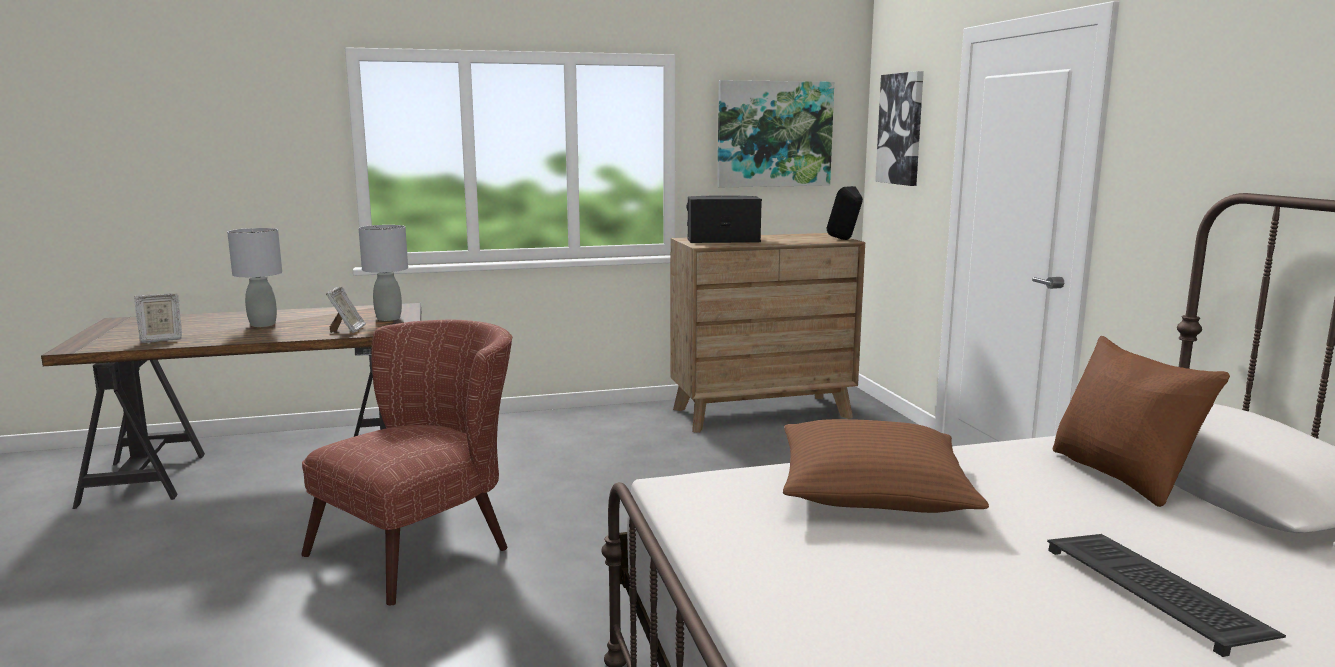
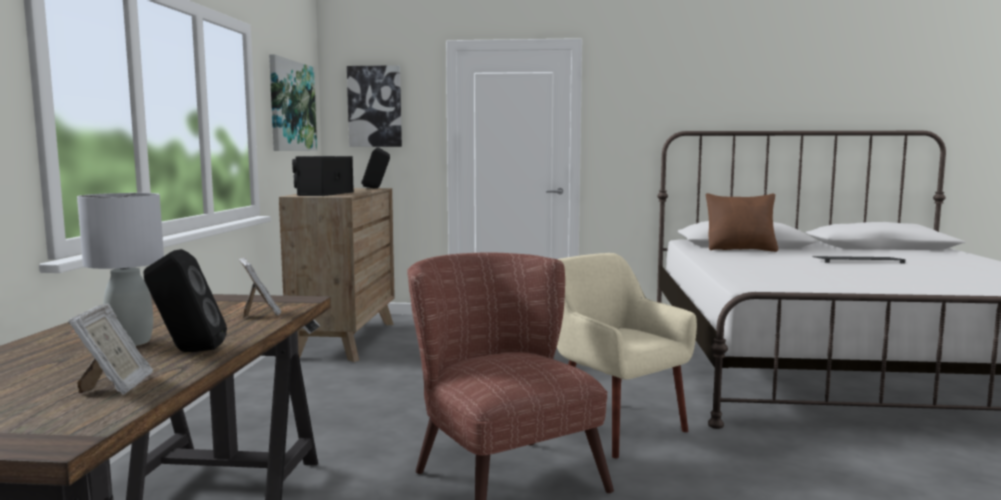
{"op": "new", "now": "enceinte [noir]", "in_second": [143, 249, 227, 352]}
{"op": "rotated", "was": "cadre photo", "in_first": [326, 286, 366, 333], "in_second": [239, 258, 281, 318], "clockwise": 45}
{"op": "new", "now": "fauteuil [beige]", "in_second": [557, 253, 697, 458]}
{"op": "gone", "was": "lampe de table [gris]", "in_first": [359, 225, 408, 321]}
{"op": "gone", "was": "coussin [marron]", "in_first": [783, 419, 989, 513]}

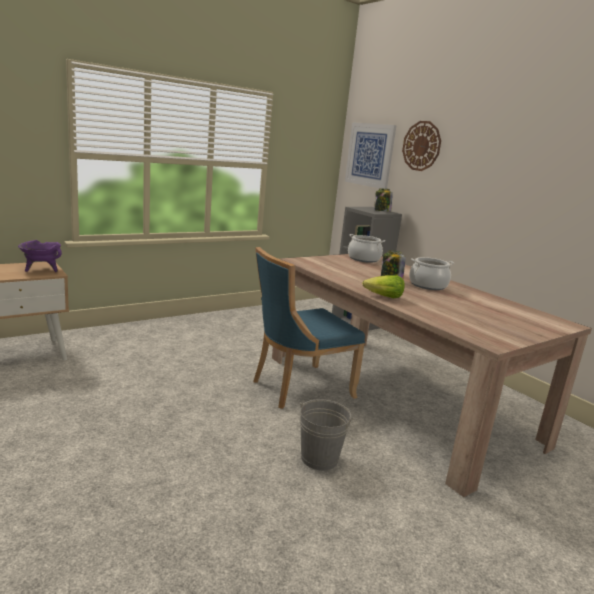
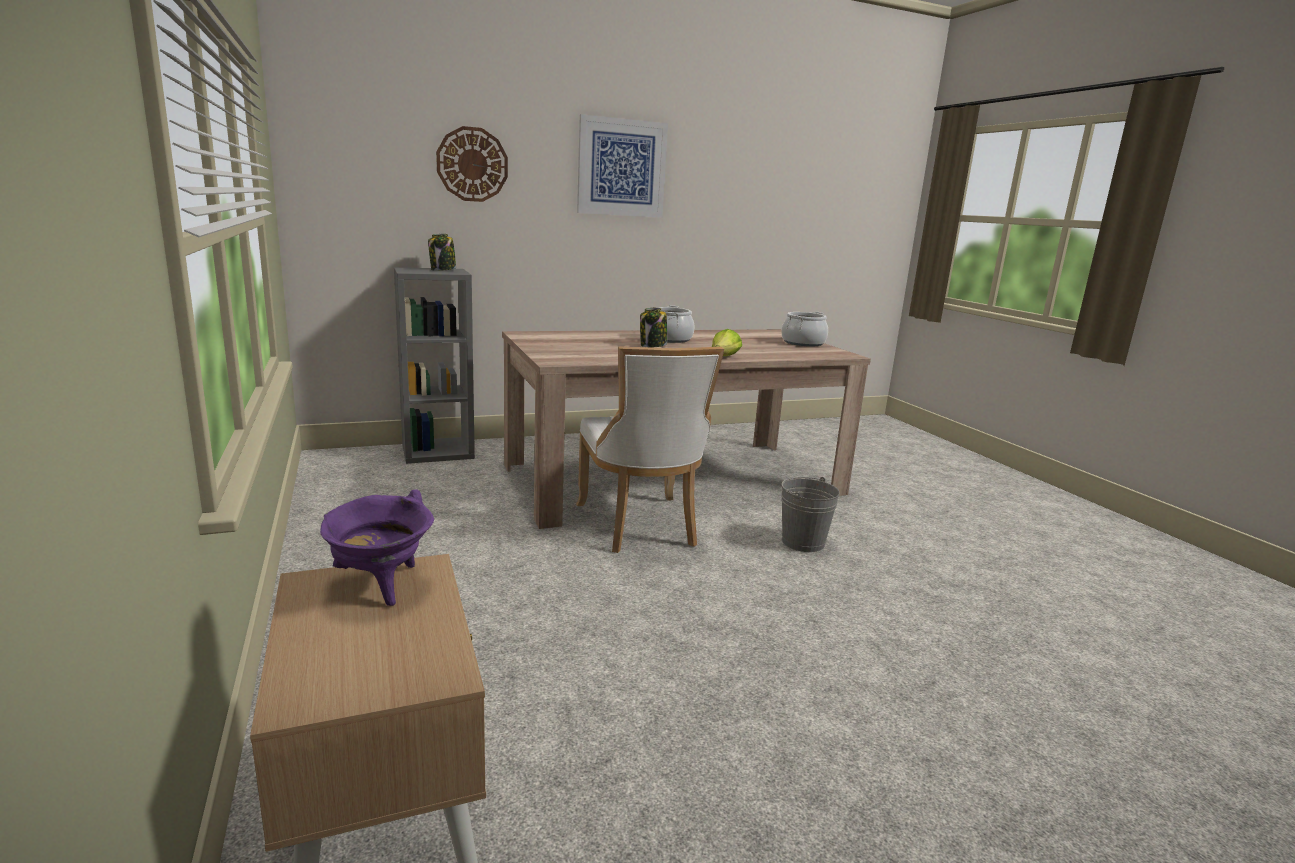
{"op": "repainted", "was": "chaise [bleu]", "now": "chaise [blanc]", "in_first": [253, 247, 365, 409], "in_second": [576, 347, 724, 553]}
{"op": "shifted", "was": "tableau", "in_first": [345, 122, 397, 189], "in_second": [577, 114, 668, 218]}
{"op": "shifted", "was": "marmite", "in_first": [348, 234, 385, 263], "in_second": [781, 312, 828, 347]}

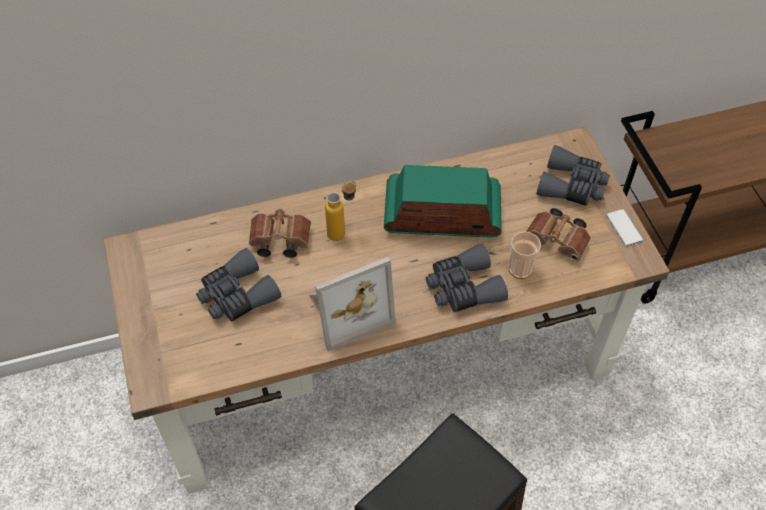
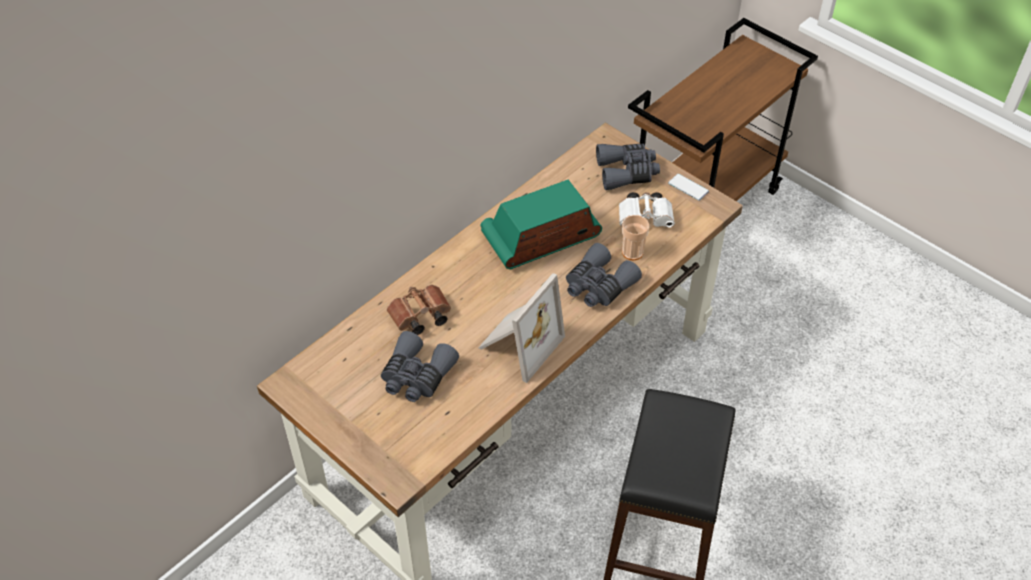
{"op": "repainted", "was": "jumelles [marron]", "now": "jumelles [blanc]", "in_first": [526, 208, 591, 261], "in_second": [619, 192, 675, 228]}
{"op": "gone", "was": "bouteille", "in_first": [325, 181, 356, 241]}

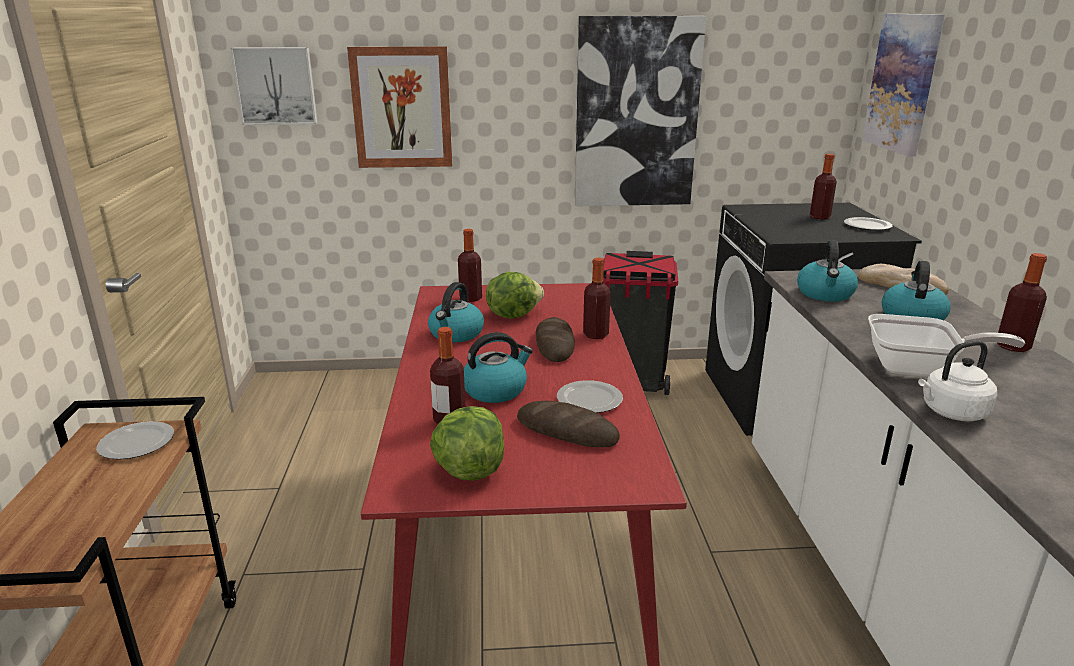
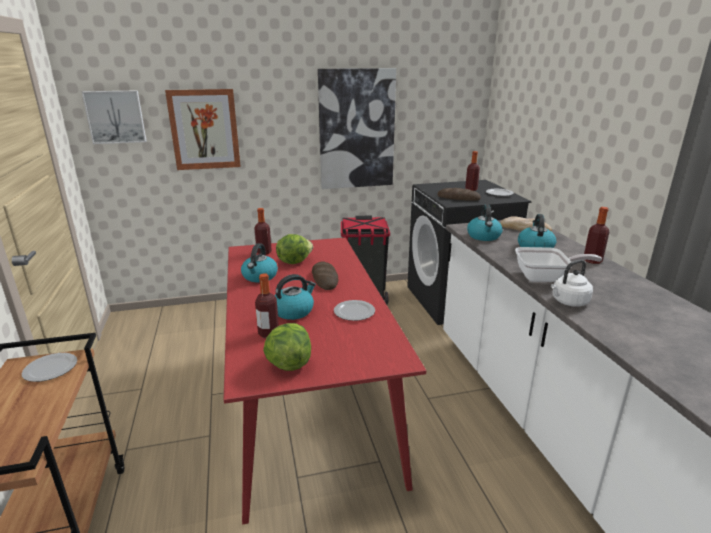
{"op": "shifted", "was": "pain", "in_first": [517, 401, 620, 447], "in_second": [437, 188, 481, 201]}
{"op": "gone", "was": "bouteille", "in_first": [583, 258, 611, 339]}
{"op": "gone", "was": "tableau", "in_first": [862, 14, 945, 157]}

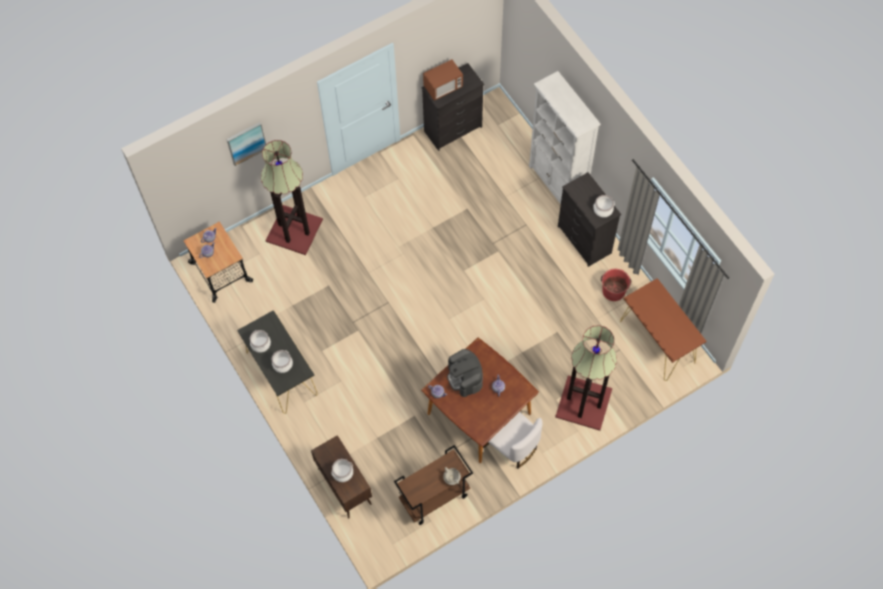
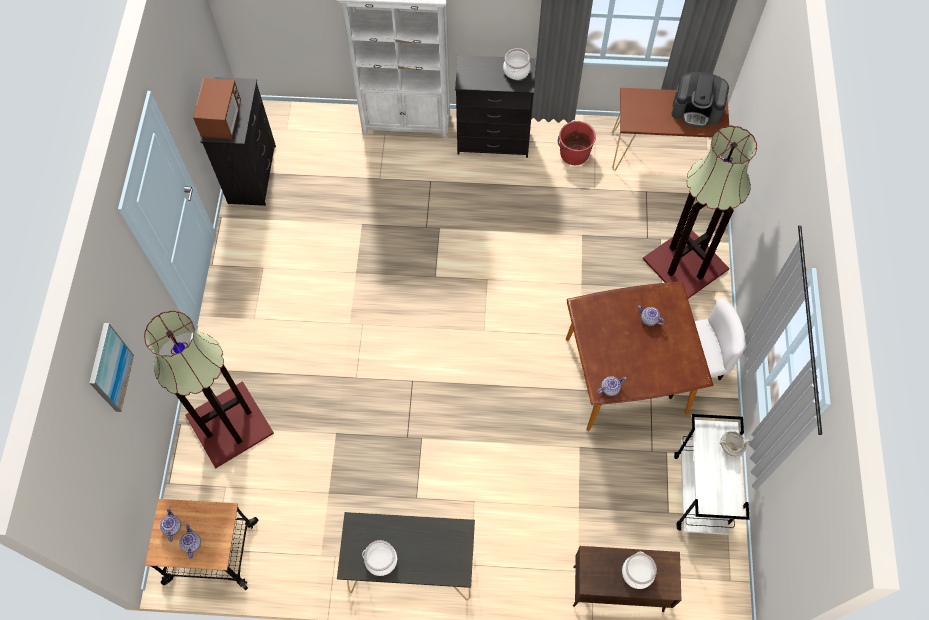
{"op": "shifted", "was": "machine à café", "in_first": [447, 349, 483, 397], "in_second": [671, 72, 729, 128]}
{"op": "repainted", "was": "chariot [marron]", "now": "chariot [blanc]", "in_first": [394, 445, 473, 525], "in_second": [674, 414, 750, 535]}
{"op": "gone", "was": "marmite", "in_first": [272, 350, 293, 373]}

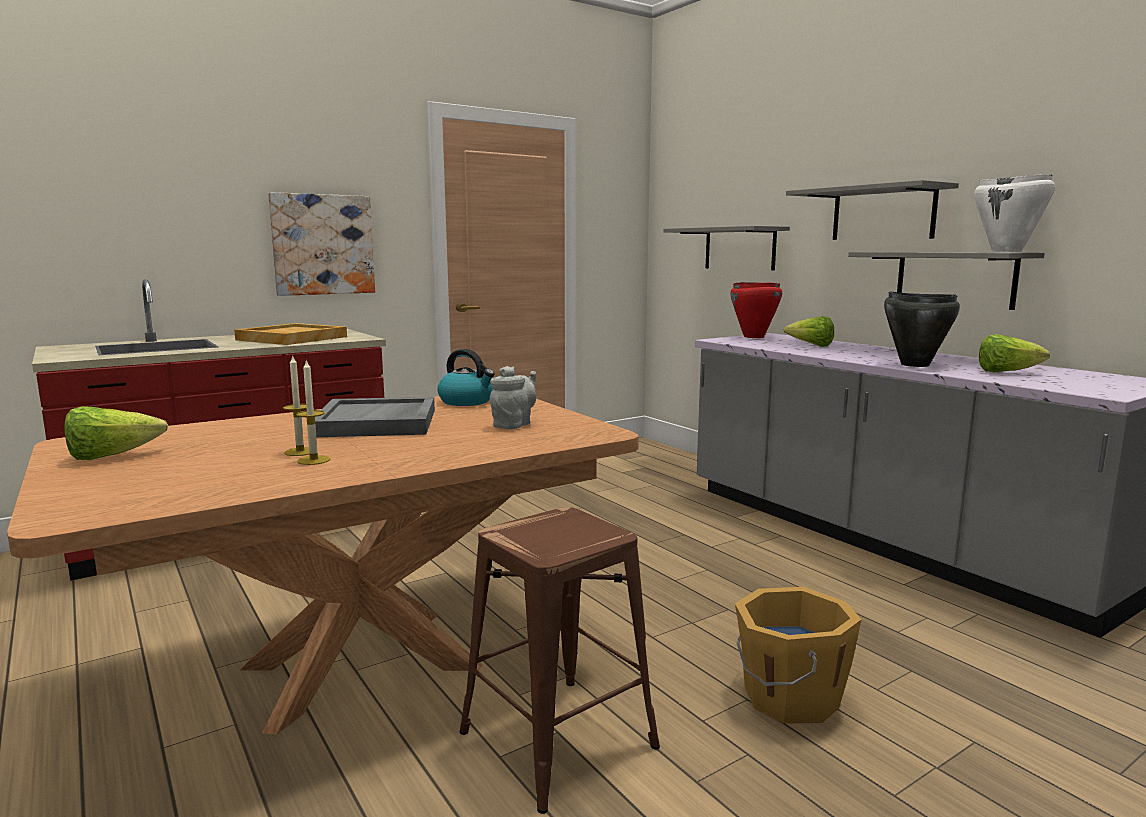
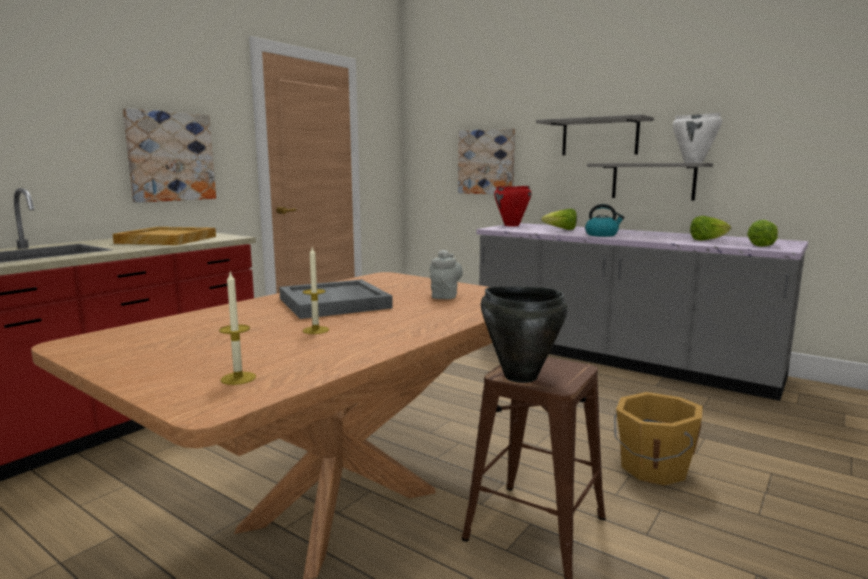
{"op": "shifted", "was": "bougie", "in_first": [296, 359, 330, 465], "in_second": [219, 270, 256, 385]}
{"op": "swapped", "was": "étagère [gris]", "now": "tableau", "in_first": [663, 226, 790, 270], "in_second": [458, 128, 515, 194]}
{"op": "shifted", "was": "marmite [noir]", "in_first": [884, 291, 960, 367], "in_second": [481, 286, 568, 383]}
{"op": "shifted", "was": "bouilloire", "in_first": [437, 349, 495, 406], "in_second": [585, 204, 625, 237]}
{"op": "shifted", "was": "laitue", "in_first": [65, 406, 168, 460], "in_second": [747, 220, 778, 247]}

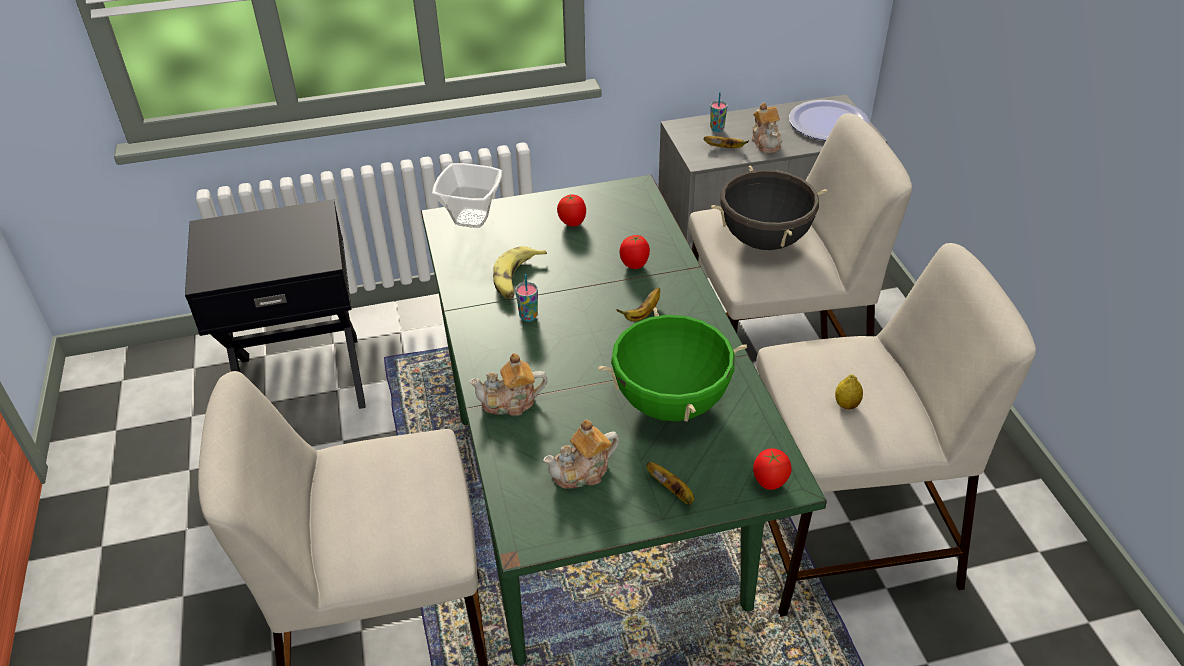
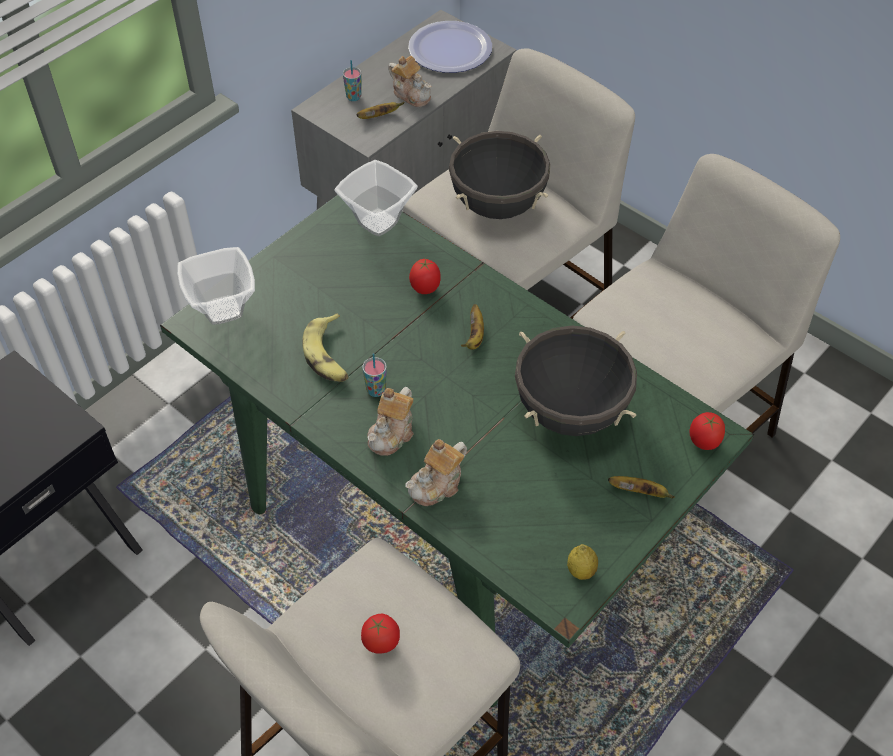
{"op": "new", "now": "bol", "in_second": [334, 160, 418, 236]}
{"op": "shifted", "was": "tomate", "in_first": [557, 195, 586, 227], "in_second": [361, 614, 400, 654]}
{"op": "shifted", "was": "théière", "in_first": [543, 420, 619, 489], "in_second": [367, 387, 414, 456]}
{"op": "repainted", "was": "marmite [vert]", "now": "marmite [noir]", "in_first": [598, 307, 747, 422], "in_second": [515, 326, 637, 436]}
{"op": "shifted", "was": "citron", "in_first": [835, 375, 863, 410], "in_second": [567, 544, 598, 580]}

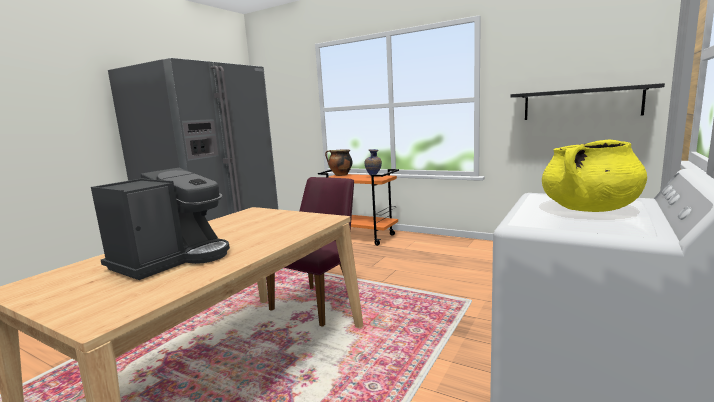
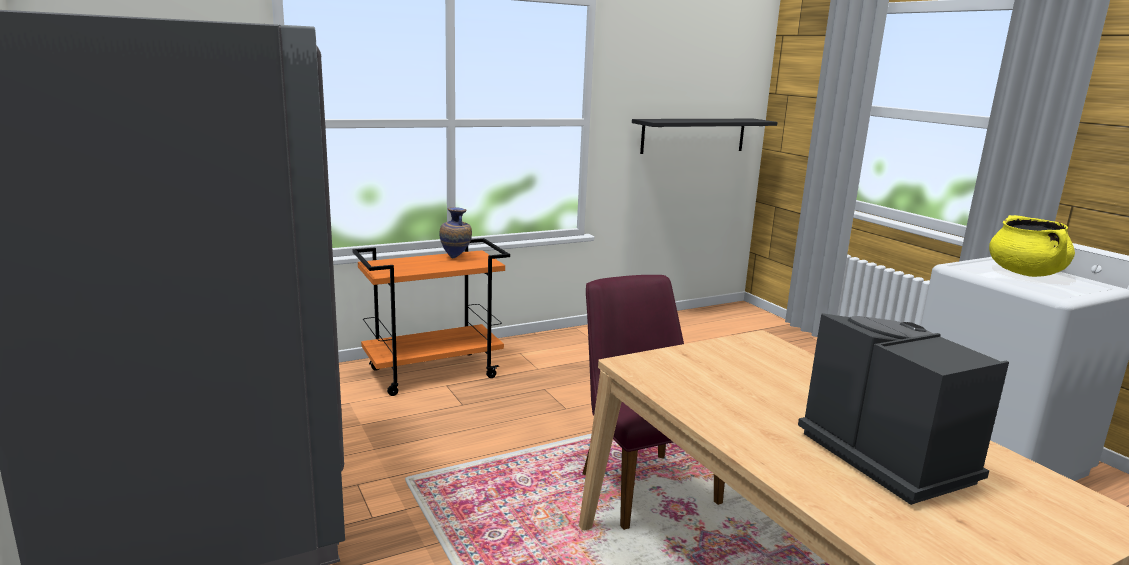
{"op": "gone", "was": "marmite", "in_first": [325, 149, 352, 176]}

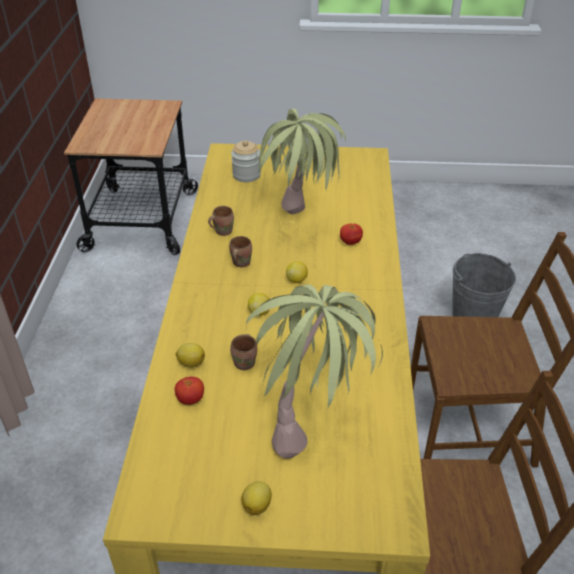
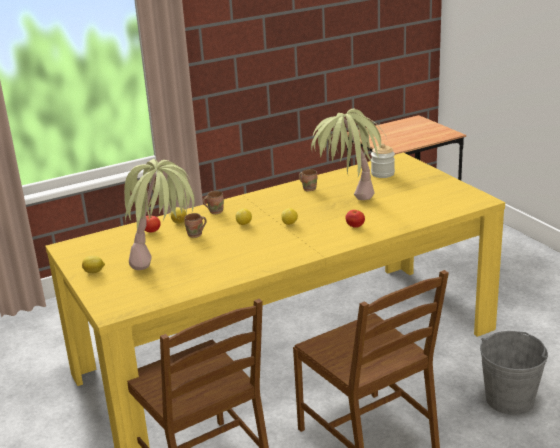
{"op": "shifted", "was": "mug [marron]", "in_first": [229, 236, 252, 267], "in_second": [203, 191, 224, 214]}

